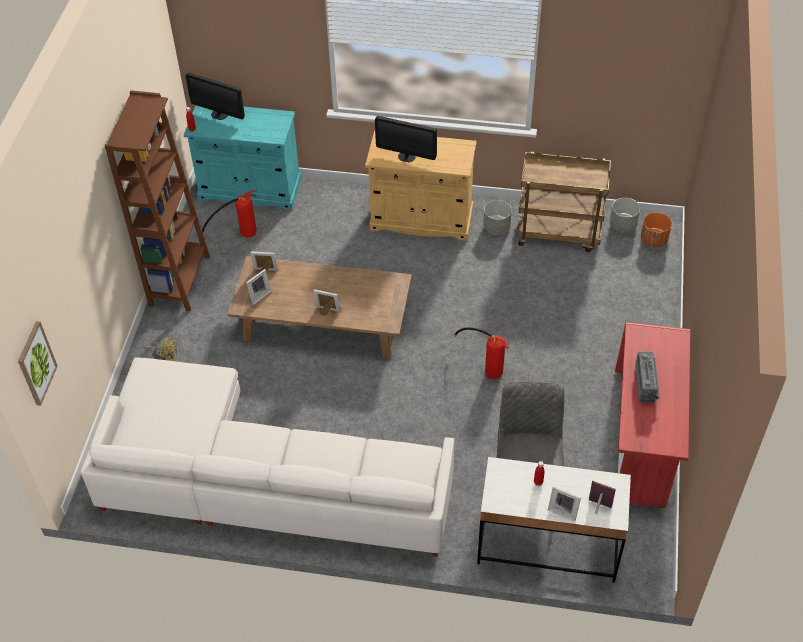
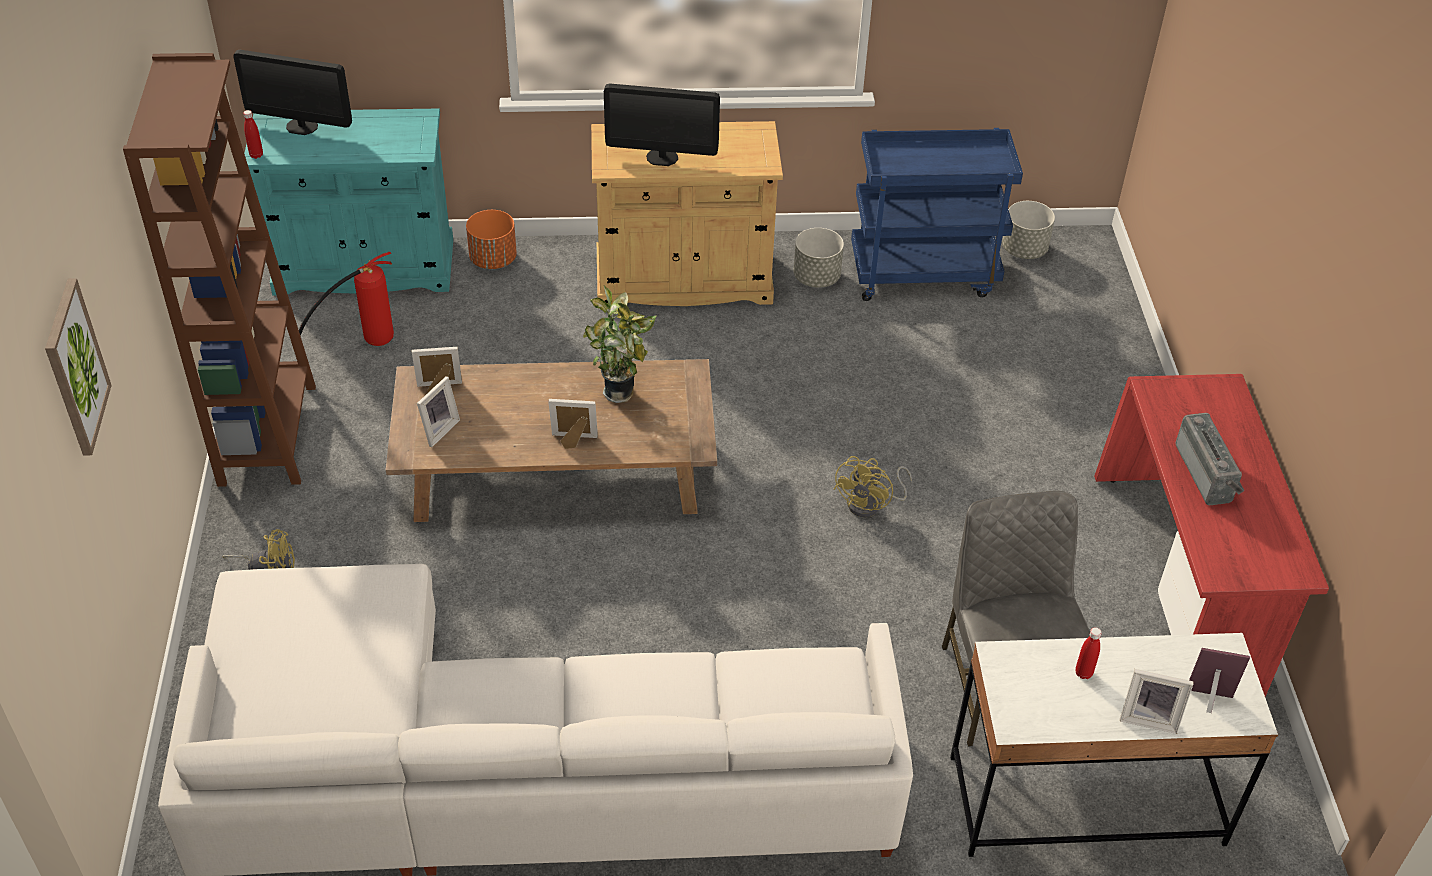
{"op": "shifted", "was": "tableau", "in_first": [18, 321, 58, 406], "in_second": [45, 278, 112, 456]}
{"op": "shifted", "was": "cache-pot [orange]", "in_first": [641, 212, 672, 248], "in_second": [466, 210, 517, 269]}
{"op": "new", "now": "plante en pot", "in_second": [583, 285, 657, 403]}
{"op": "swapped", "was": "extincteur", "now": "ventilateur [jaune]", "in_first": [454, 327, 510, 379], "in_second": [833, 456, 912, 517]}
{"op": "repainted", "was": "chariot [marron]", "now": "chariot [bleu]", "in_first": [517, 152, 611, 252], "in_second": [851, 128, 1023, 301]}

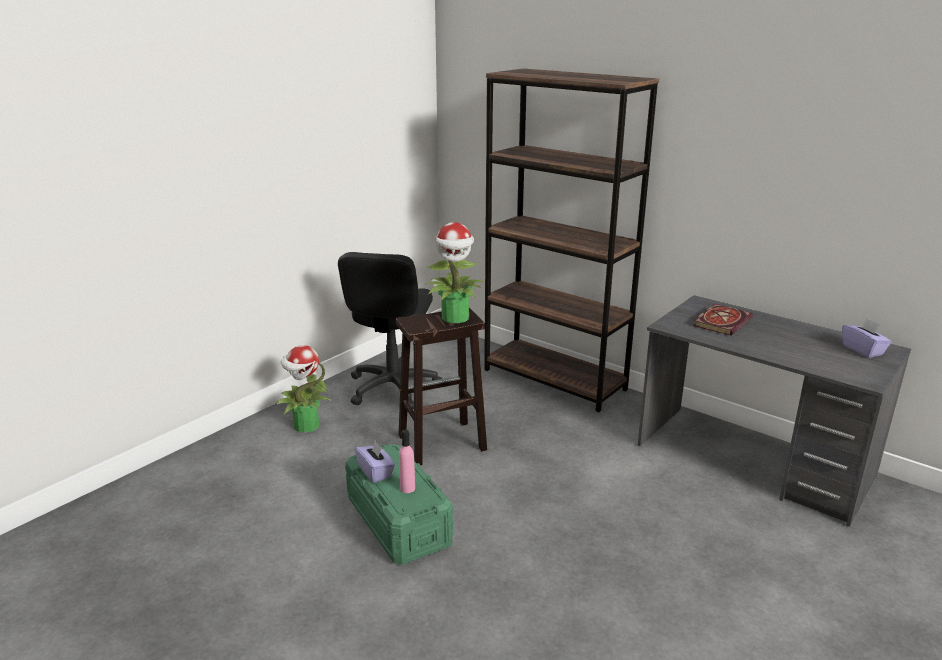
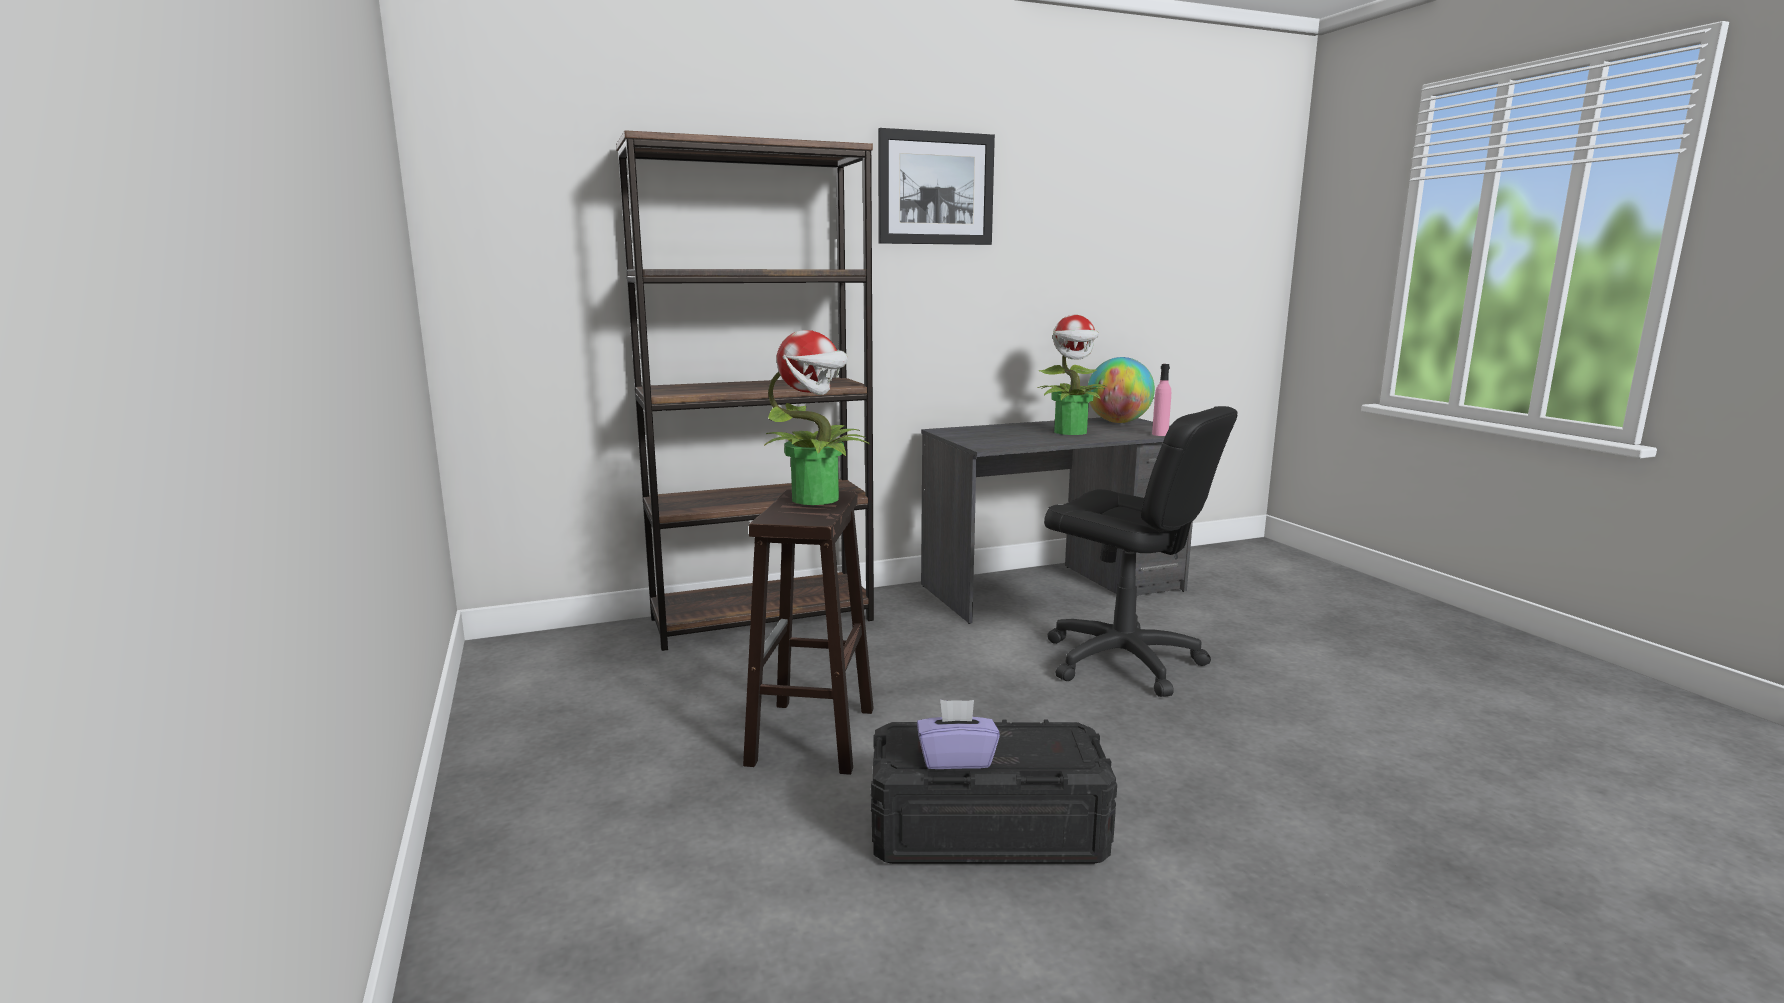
{"op": "repainted", "was": "boîte de rangement [vert]", "now": "boîte de rangement [noir]", "in_first": [345, 444, 453, 565], "in_second": [871, 719, 1117, 864]}
{"op": "new", "now": "tableau", "in_second": [878, 128, 995, 245]}
{"op": "shifted", "was": "plante en pot", "in_first": [275, 345, 330, 433], "in_second": [1038, 315, 1108, 435]}
{"op": "shifted", "was": "chaise de bureau [noir]", "in_first": [338, 252, 442, 409], "in_second": [1044, 406, 1238, 697]}
{"op": "swapped", "was": "boîte à mouchoirs [violet]", "now": "globe", "in_first": [842, 318, 892, 358], "in_second": [1088, 357, 1155, 423]}
{"op": "shifted", "was": "bouteille [rose]", "in_first": [399, 430, 415, 493], "in_second": [1152, 364, 1171, 436]}
{"op": "gone", "was": "livre", "in_first": [693, 304, 753, 335]}

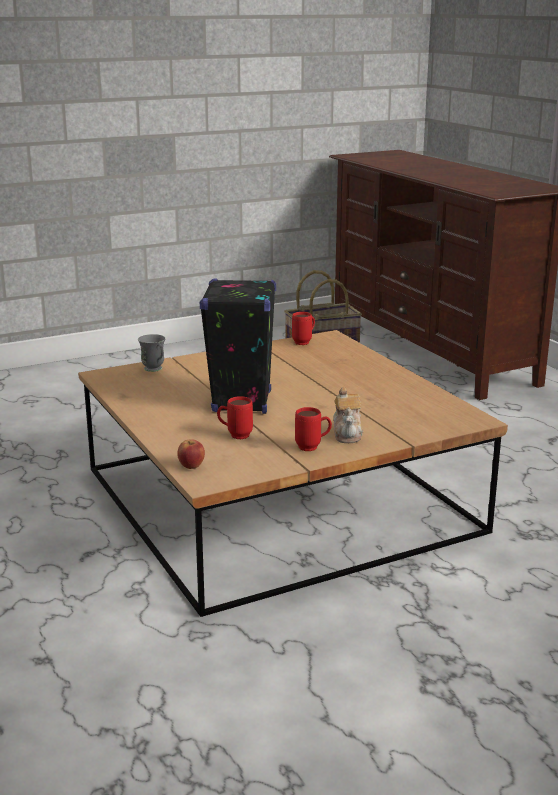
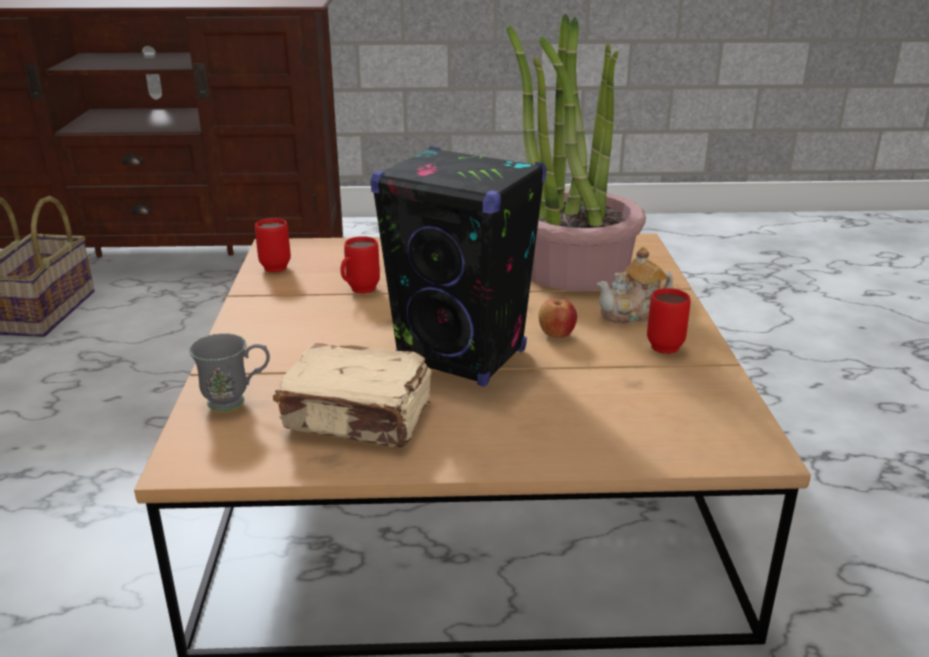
{"op": "new", "now": "livre [beige]", "in_second": [273, 343, 432, 448]}
{"op": "shifted", "was": "mug [rouge]", "in_first": [217, 396, 253, 439], "in_second": [340, 236, 380, 294]}
{"op": "new", "now": "plante en pot", "in_second": [506, 14, 646, 291]}
{"op": "shifted", "was": "pomme", "in_first": [177, 439, 205, 469], "in_second": [538, 298, 577, 338]}
{"op": "rotated", "was": "théière", "in_first": [333, 387, 363, 443], "in_second": [597, 247, 673, 323], "clockwise": 135}

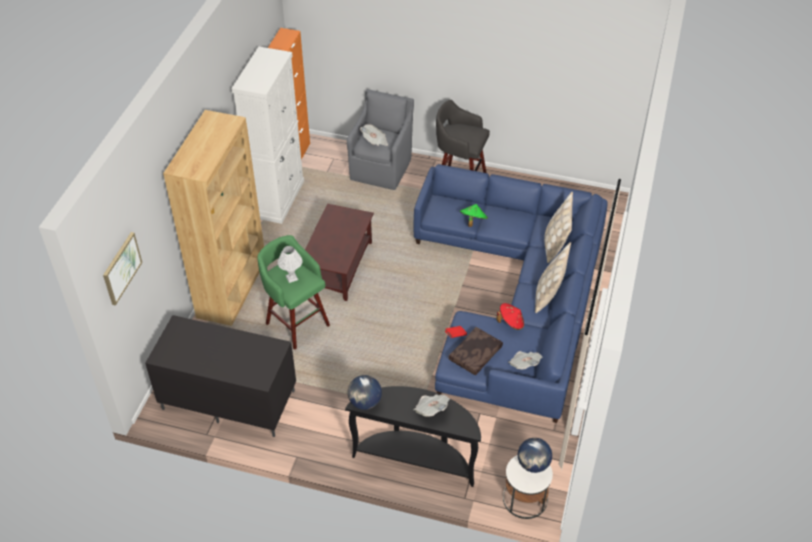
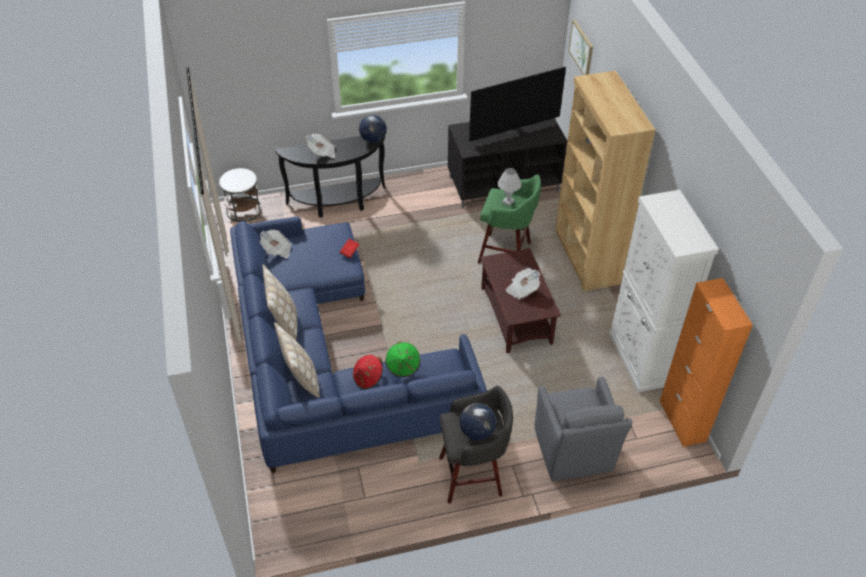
{"op": "shifted", "was": "chapeau [rouge]", "in_first": [496, 303, 524, 330], "in_second": [353, 355, 383, 389]}
{"op": "shifted", "was": "globe", "in_first": [518, 438, 552, 473], "in_second": [459, 403, 496, 440]}
{"op": "new", "now": "téléviseur", "in_second": [469, 67, 566, 142]}
{"op": "shifted", "was": "journal", "in_first": [360, 124, 388, 146], "in_second": [506, 268, 540, 300]}
{"op": "gone", "was": "coussin [marron]", "in_first": [448, 327, 503, 375]}

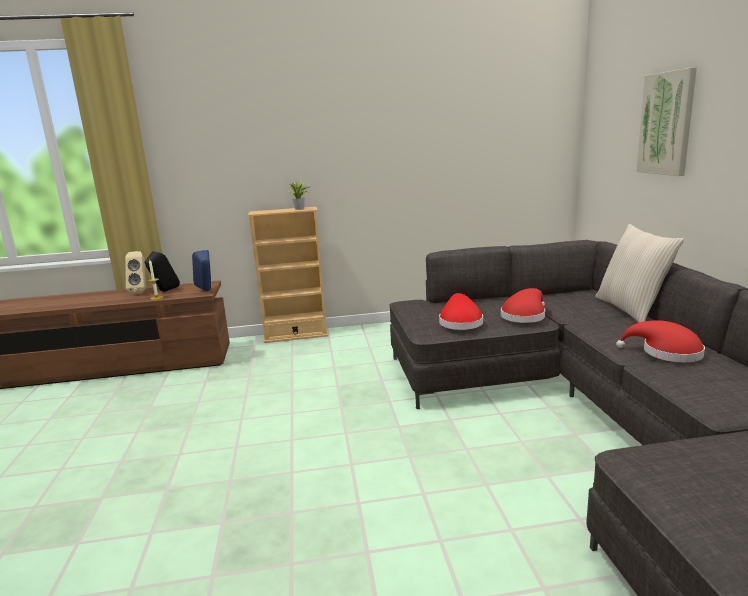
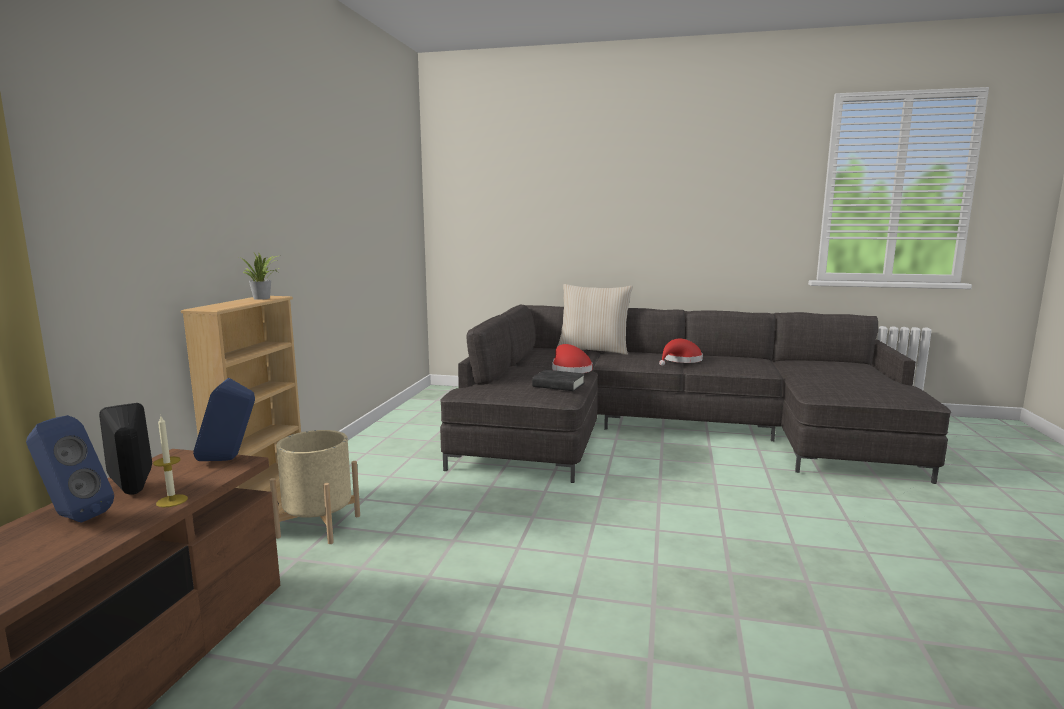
{"op": "repainted", "was": "enceinte [beige]", "now": "enceinte [bleu]", "in_first": [125, 251, 146, 294], "in_second": [26, 415, 114, 523]}
{"op": "new", "now": "cache-pot [beige]", "in_second": [270, 430, 360, 544]}
{"op": "swapped", "was": "chapeau [rouge]", "now": "livre [noir]", "in_first": [439, 293, 483, 330], "in_second": [532, 370, 585, 391]}
{"op": "gone", "was": "tableau", "in_first": [636, 67, 697, 176]}

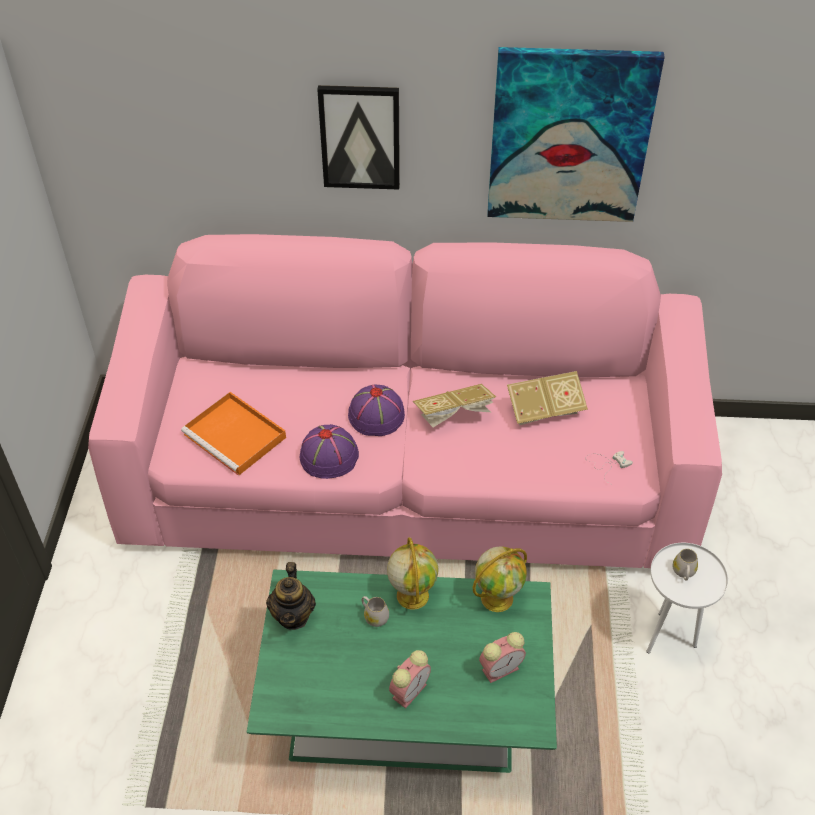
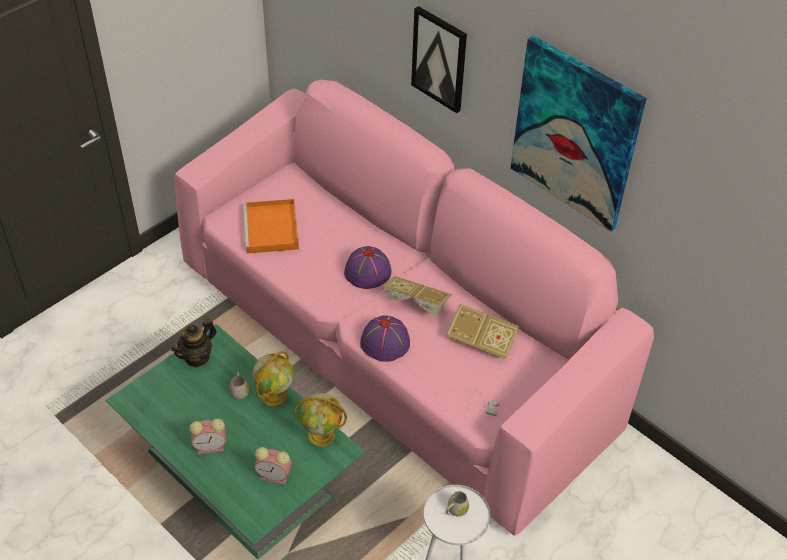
{"op": "shifted", "was": "chapeau [violet]", "in_first": [300, 424, 359, 479], "in_second": [360, 316, 410, 362]}

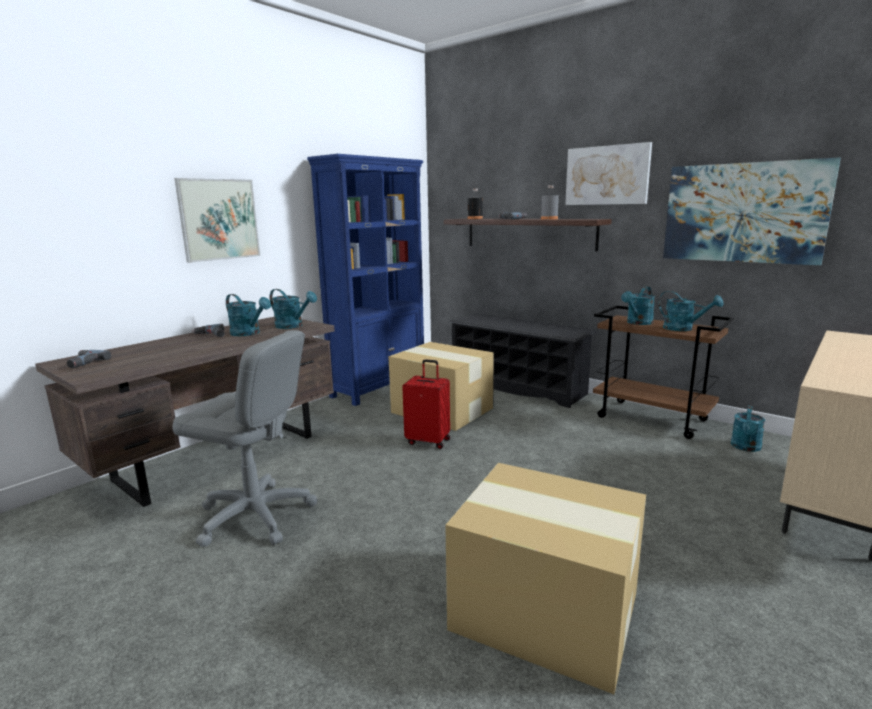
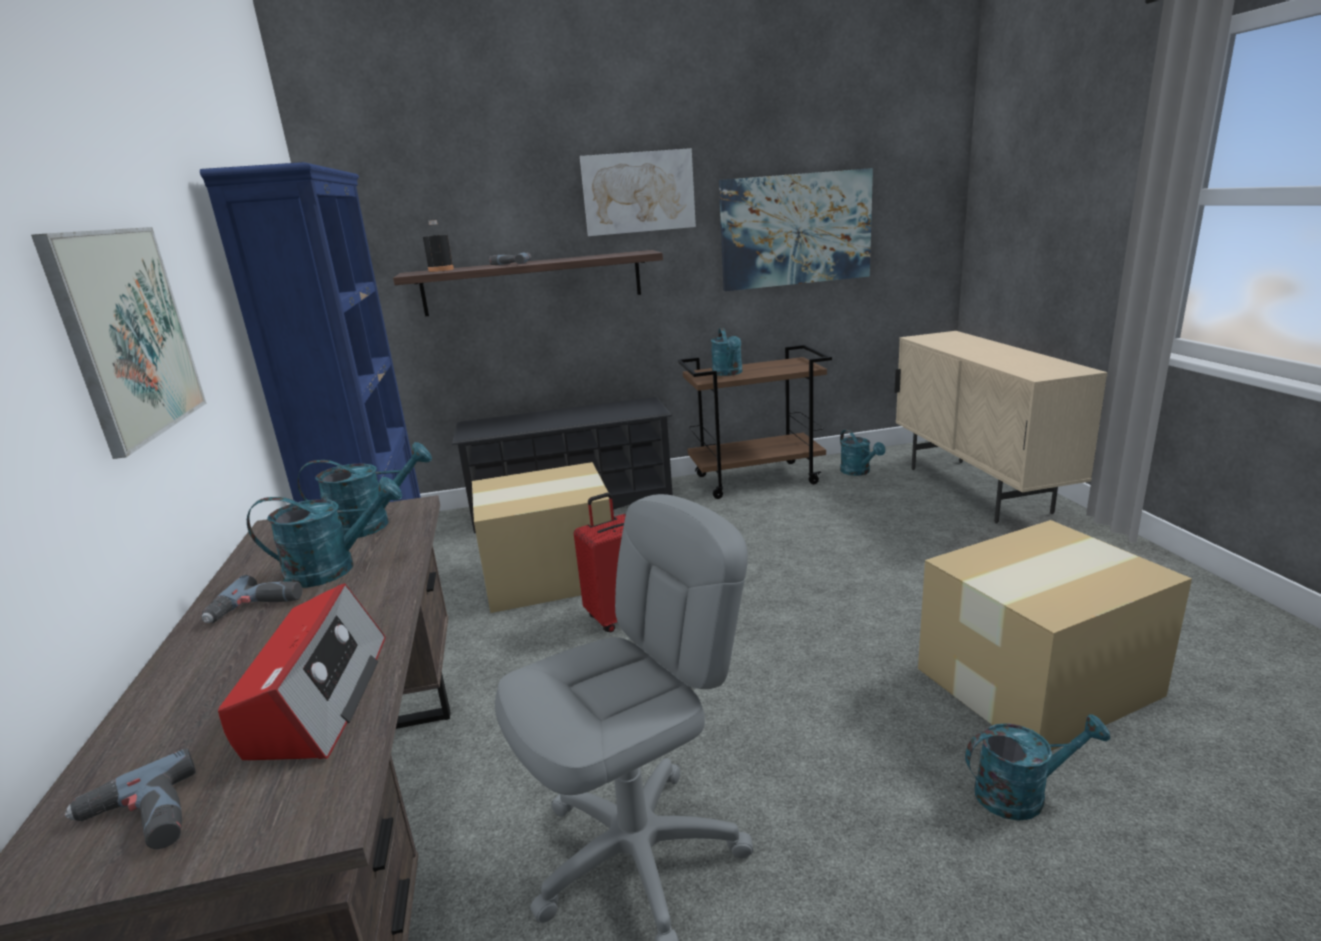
{"op": "new", "now": "radio", "in_second": [218, 583, 385, 760]}
{"op": "shifted", "was": "arrosoir [turquoise]", "in_first": [658, 291, 723, 331], "in_second": [965, 714, 1110, 821]}
{"op": "gone", "was": "bouteille [gris]", "in_first": [541, 185, 559, 220]}

